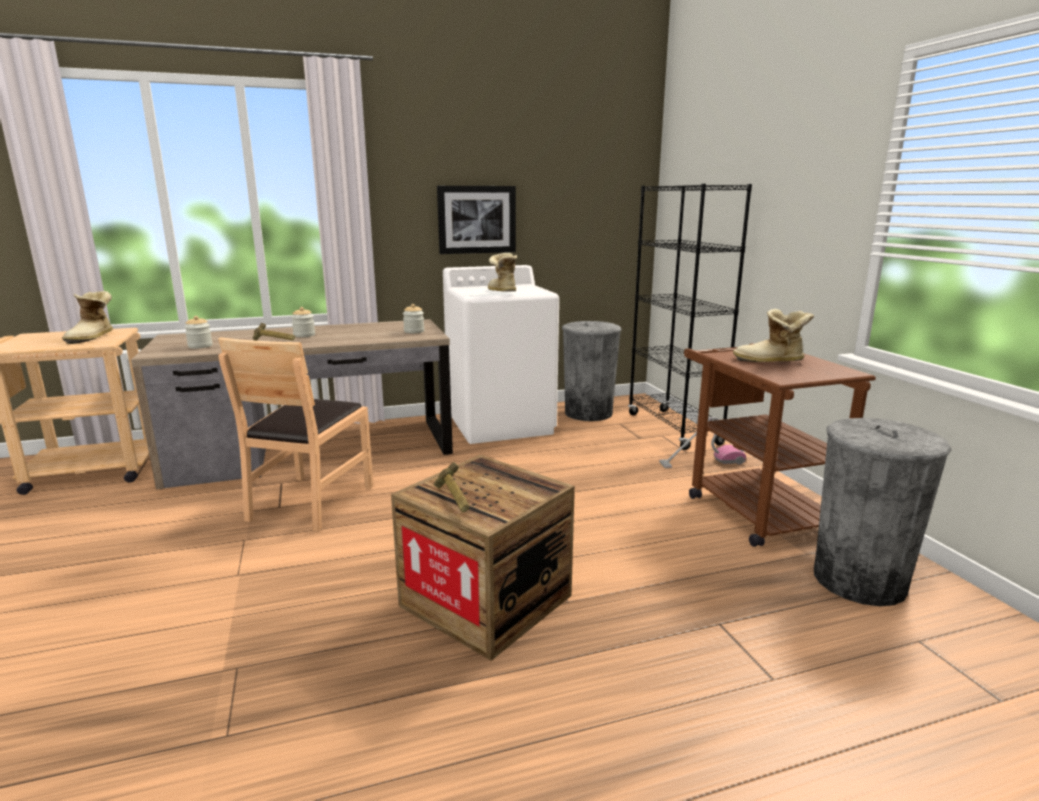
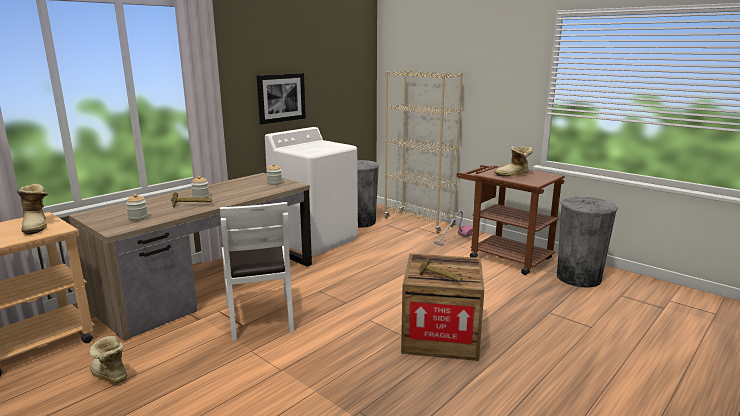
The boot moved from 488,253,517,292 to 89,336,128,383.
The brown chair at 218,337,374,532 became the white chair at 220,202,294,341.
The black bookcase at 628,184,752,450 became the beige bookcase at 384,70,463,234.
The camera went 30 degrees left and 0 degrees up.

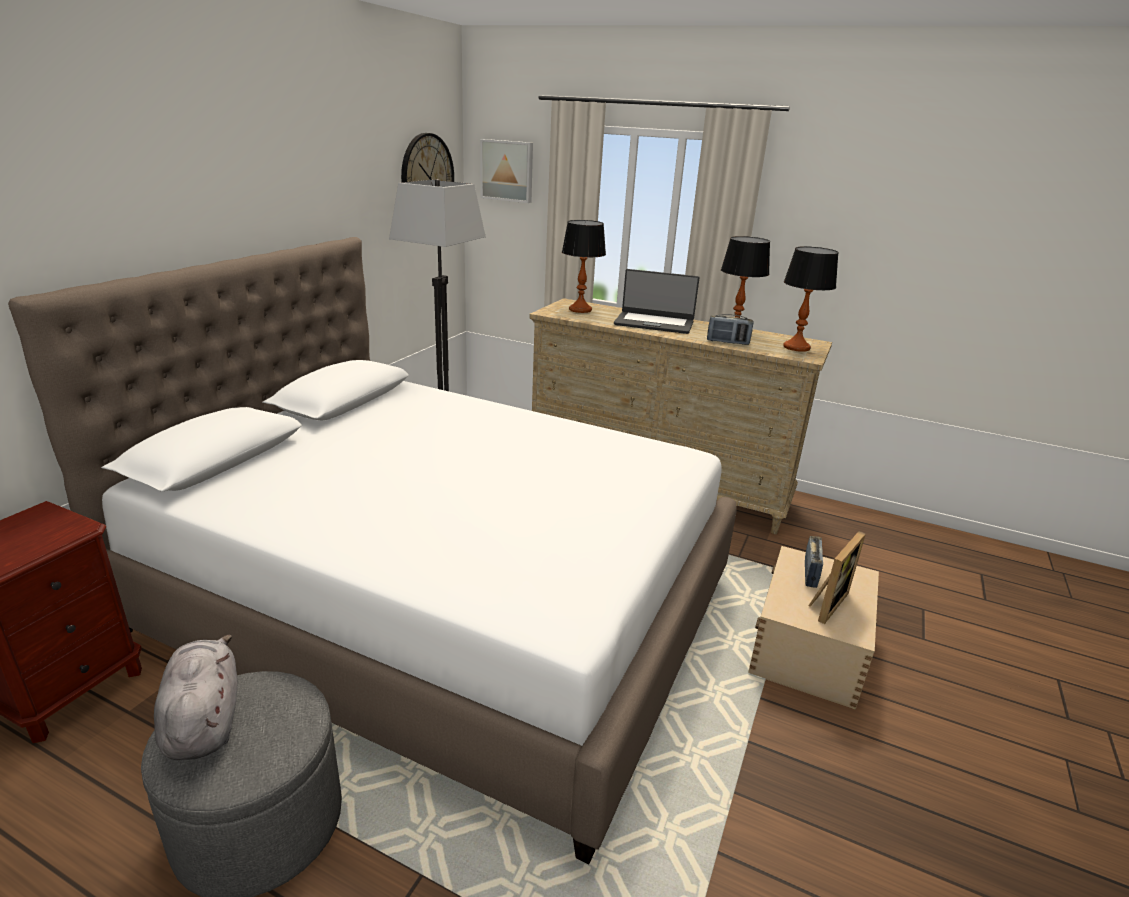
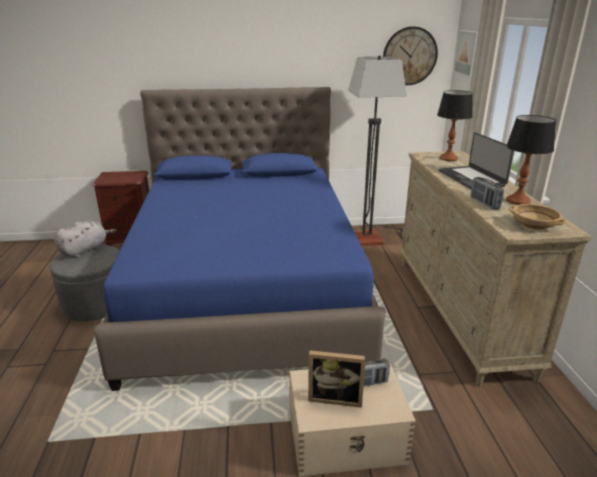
The table lamp at 783,246,839,352 was replaced by the beige bowl at 509,204,566,230.
The white bed at 8,237,737,865 became the blue bed at 94,87,386,391.
The camera went 60 degrees right and 0 degrees up.

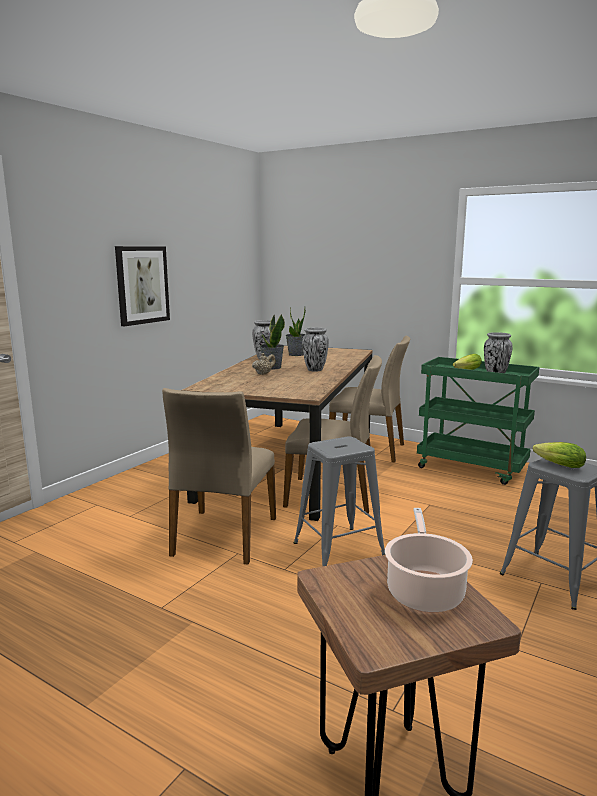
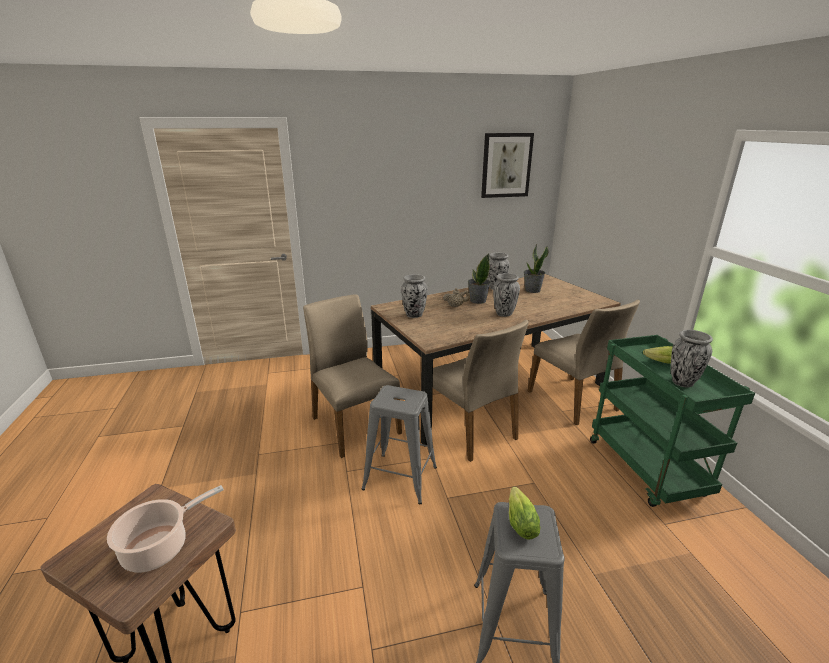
The vase at 401,274,428,318 appeared.
The picture moved from 115,246,170,327 to 481,133,534,198.
The beige chair at 162,388,276,565 turned 90 degrees clockwise.
The camera went 45 degrees right and 10 degrees up.

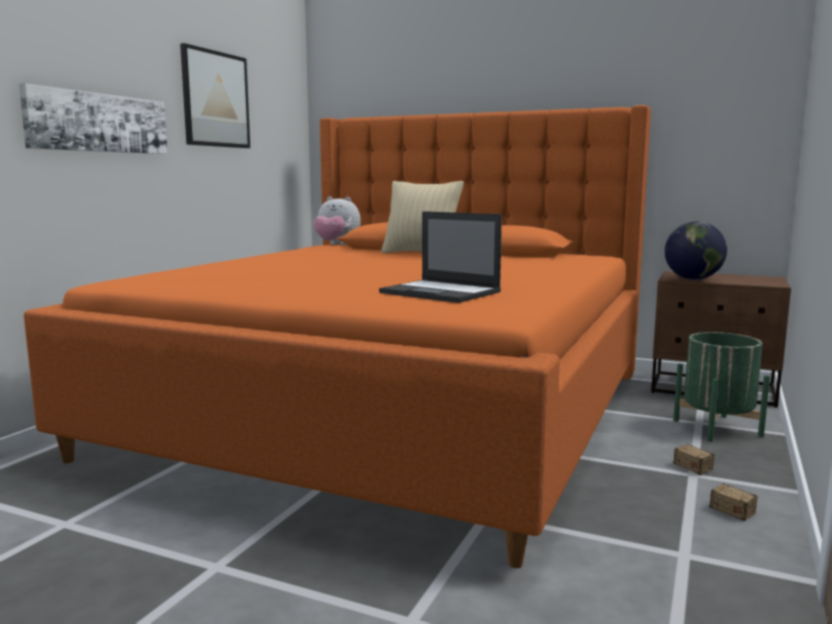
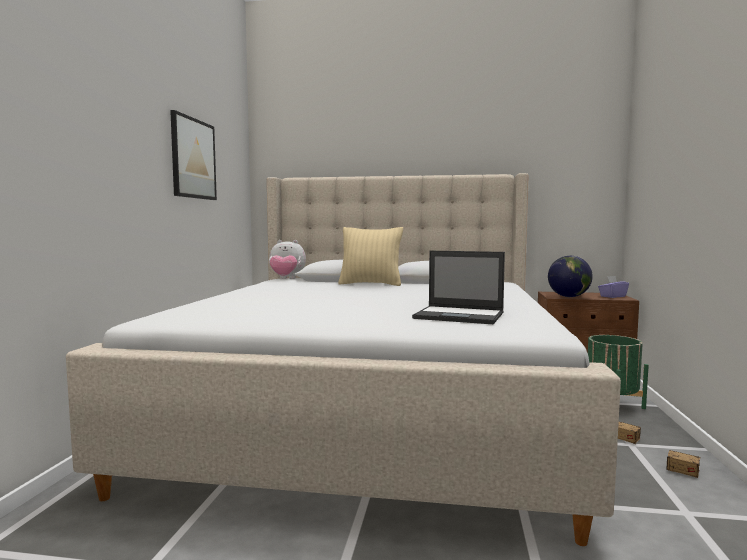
The picture at 19,83,168,154 disappeared.
The purple tissue box at 598,276,629,298 appeared.
The orange bed at 24,105,651,568 became the beige bed at 66,173,621,546.
The camera went 15 degrees left and 5 degrees down.

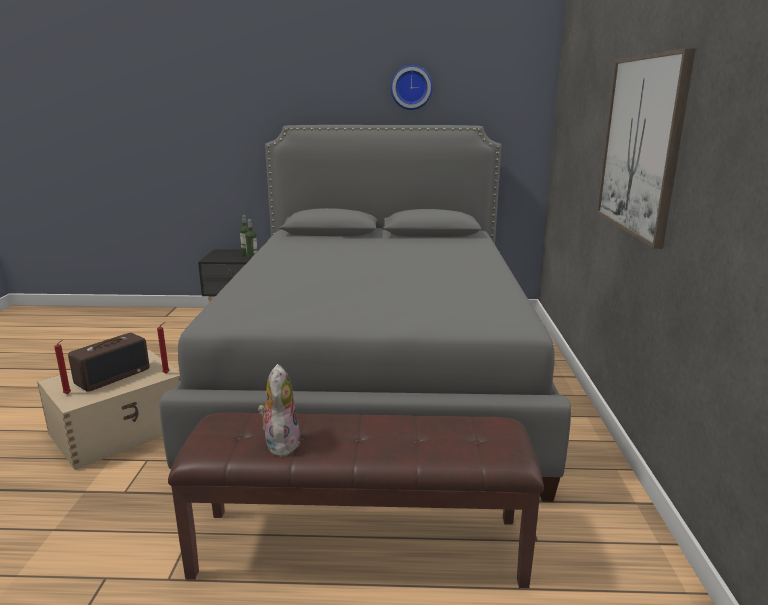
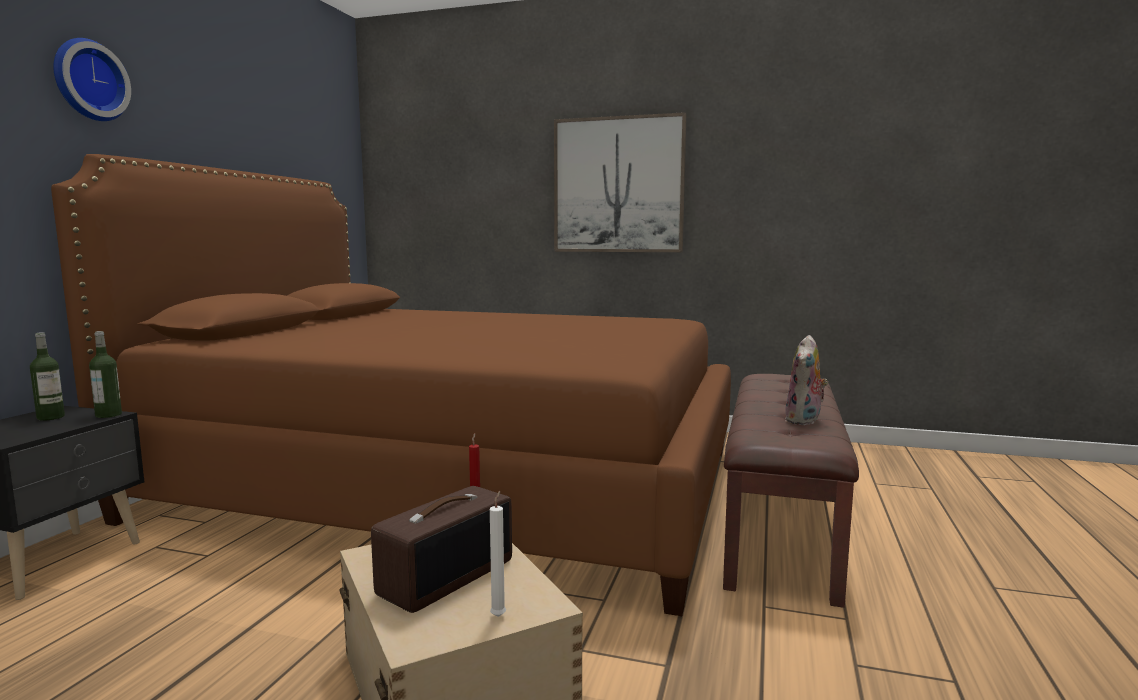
The wall clock moved from 390,65,433,110 to 53,38,131,121.
The red candle at 54,340,71,394 became the white candle at 490,491,506,617.
The grey bed at 159,125,571,502 became the brown bed at 51,154,731,616.
The radio at 68,333,149,392 turned 75 degrees clockwise.
The plush toy at 258,364,300,456 turned 75 degrees counterclockwise.
The camera went 75 degrees left and 10 degrees down.

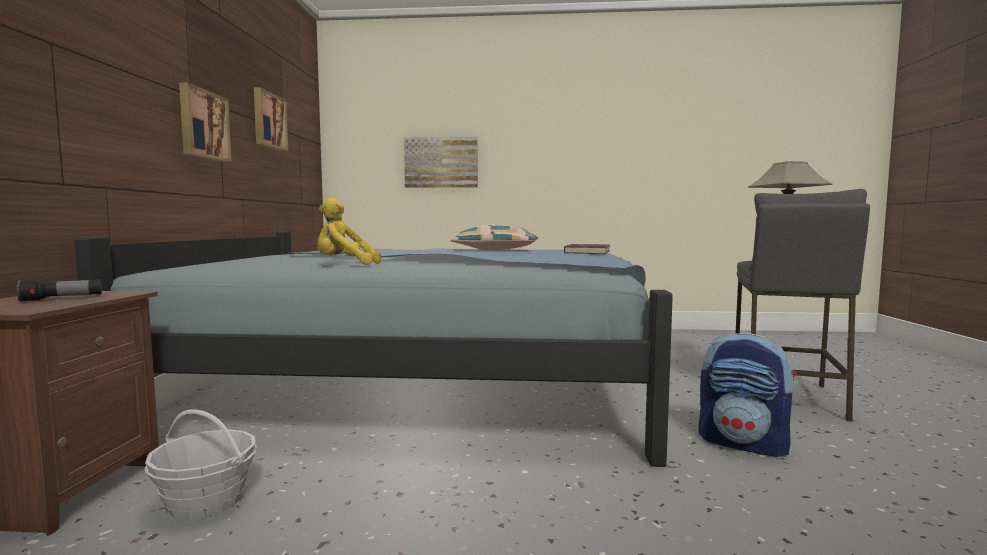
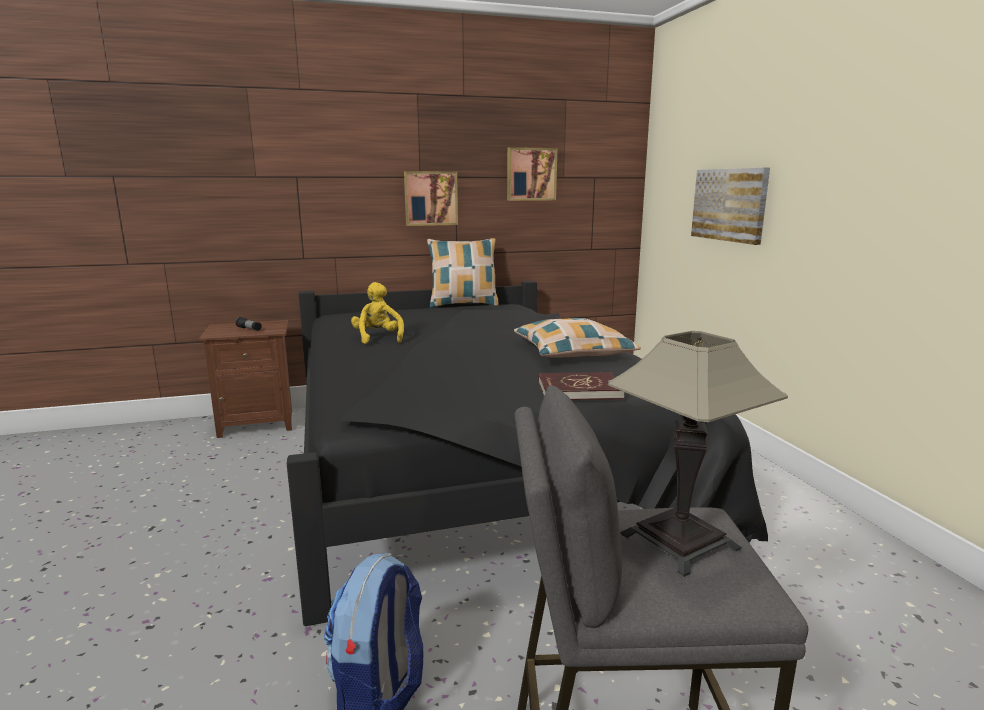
The basket at 145,409,257,520 disappeared.
The pillow at 427,238,498,308 appeared.
The blue bed at 74,231,673,467 became the black bed at 287,281,768,626.
The camera went 70 degrees right and 10 degrees up.

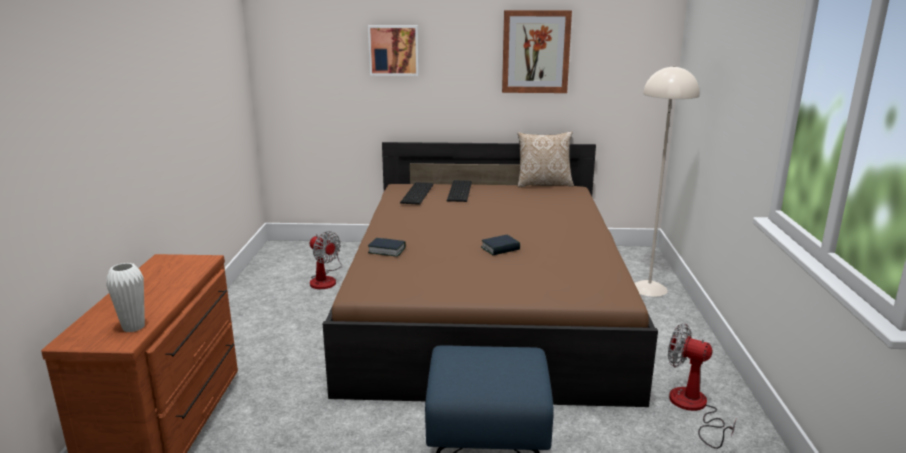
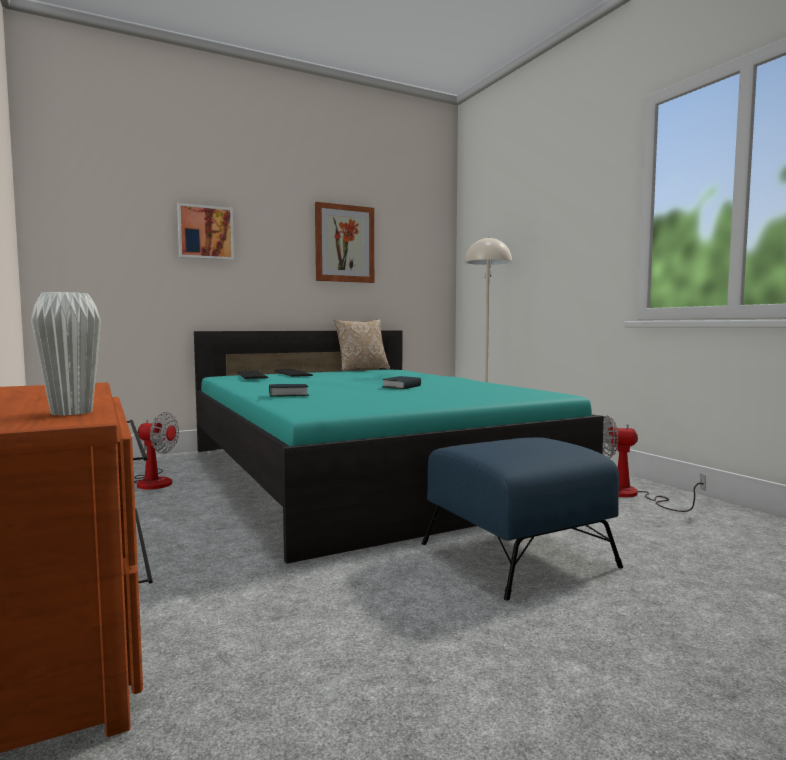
The brown bed at 323,142,658,407 became the turquoise bed at 194,330,604,564.
The camera went 30 degrees left and 15 degrees down.

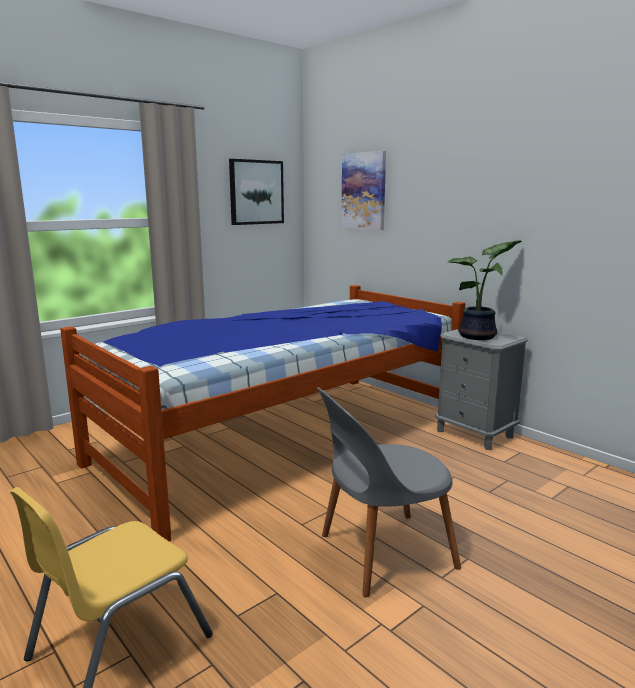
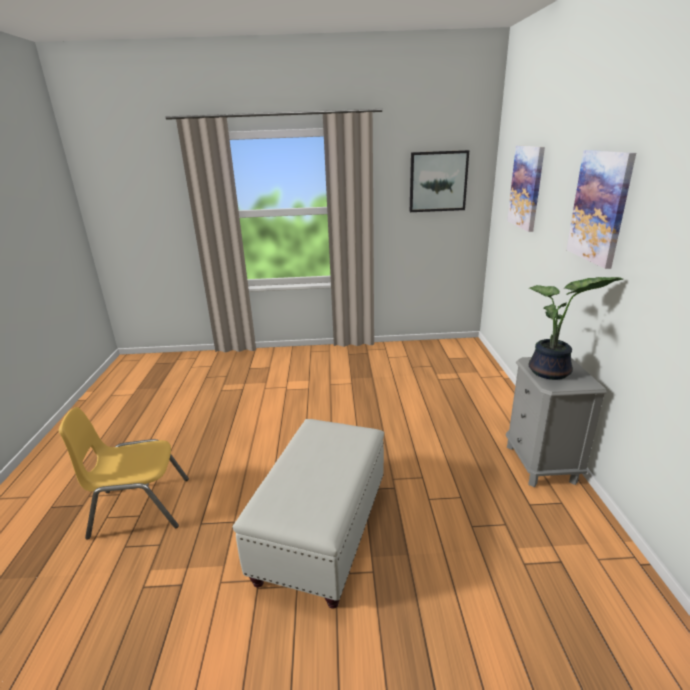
The bed at 60,285,465,542 disappeared.
The picture at 566,150,636,269 appeared.
The grey chair at 317,387,461,597 was replaced by the white ottoman at 232,419,384,609.
The camera went 40 degrees right and 10 degrees up.

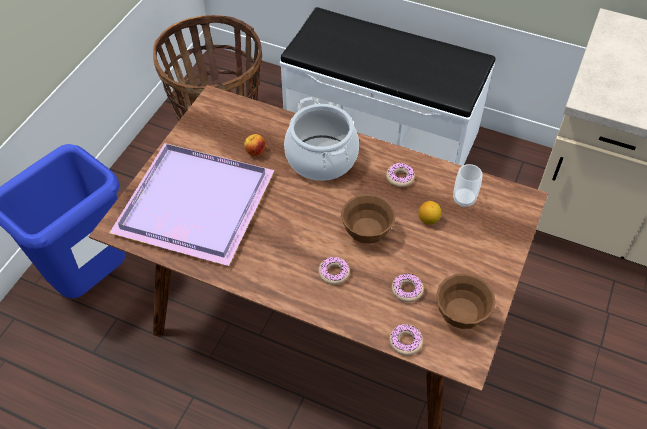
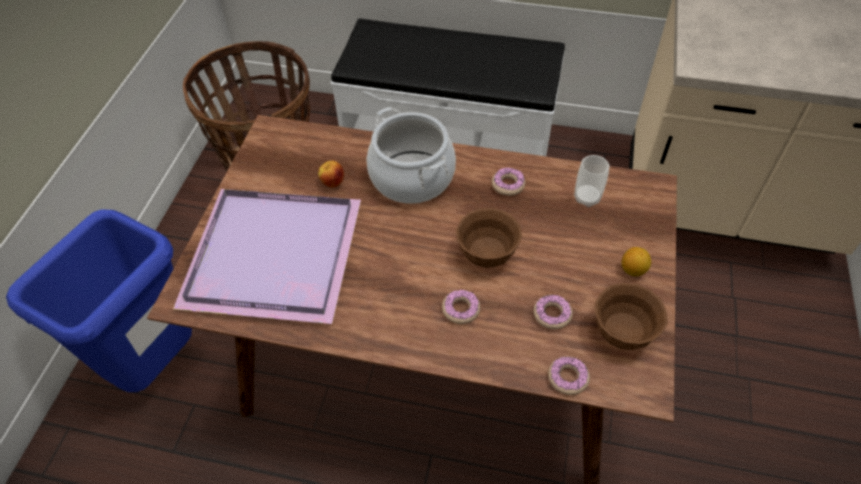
The lemon moved from 418,201,441,225 to 622,247,651,276.
The camera went 10 degrees left and 0 degrees up.

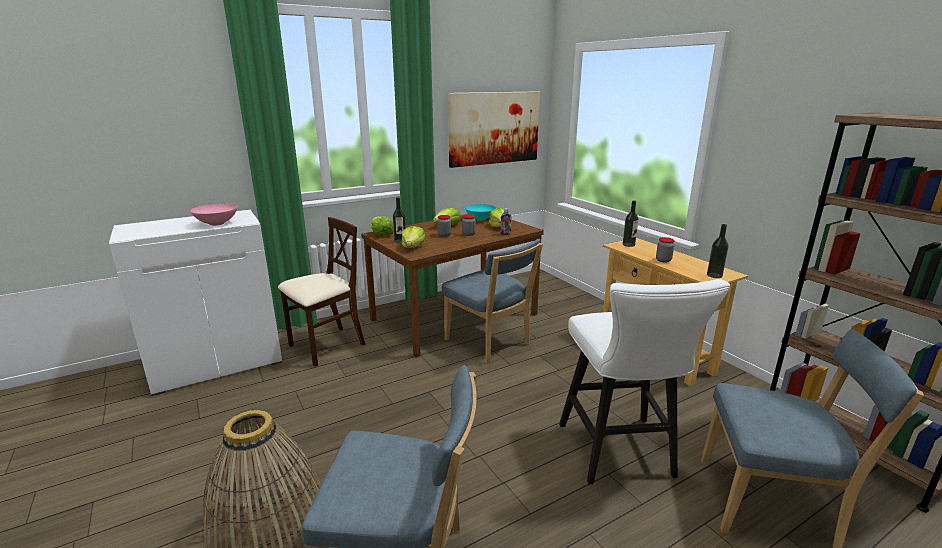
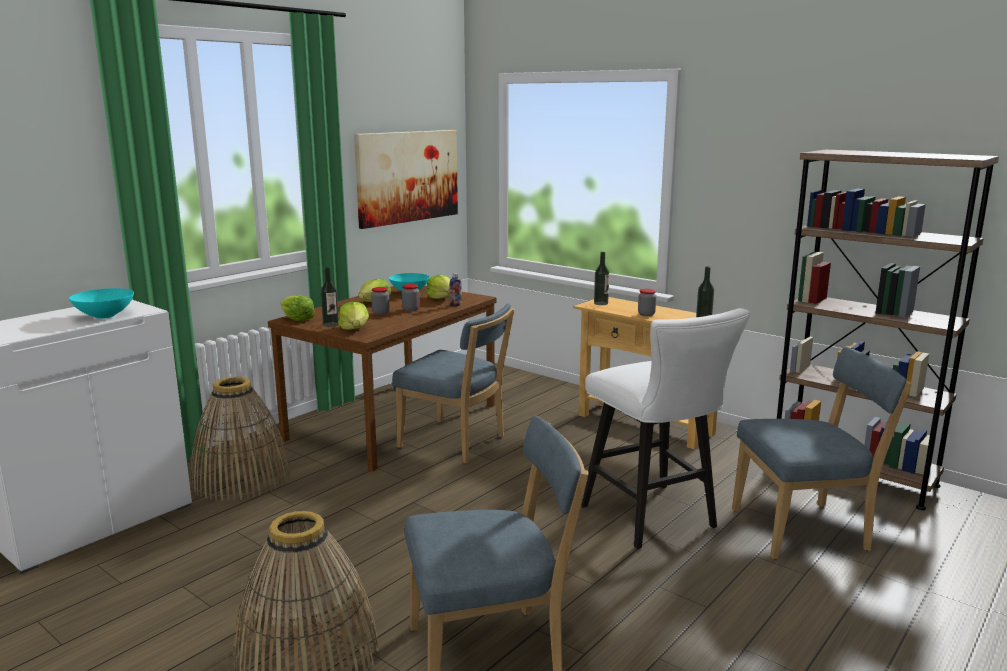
The beige chair at 278,217,366,367 was replaced by the basket at 190,377,291,501.
The pink bowl at 190,203,238,226 became the turquoise bowl at 69,288,134,319.
The camera went 20 degrees left and 5 degrees down.

